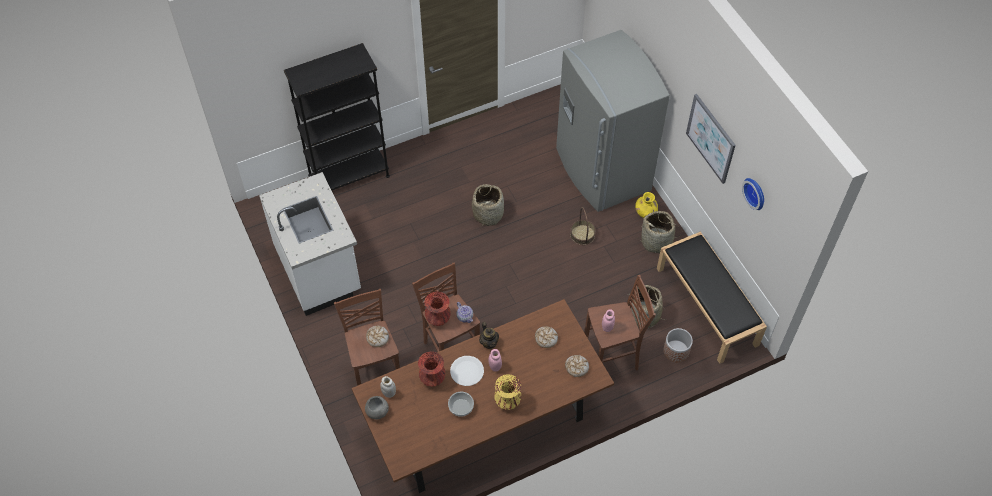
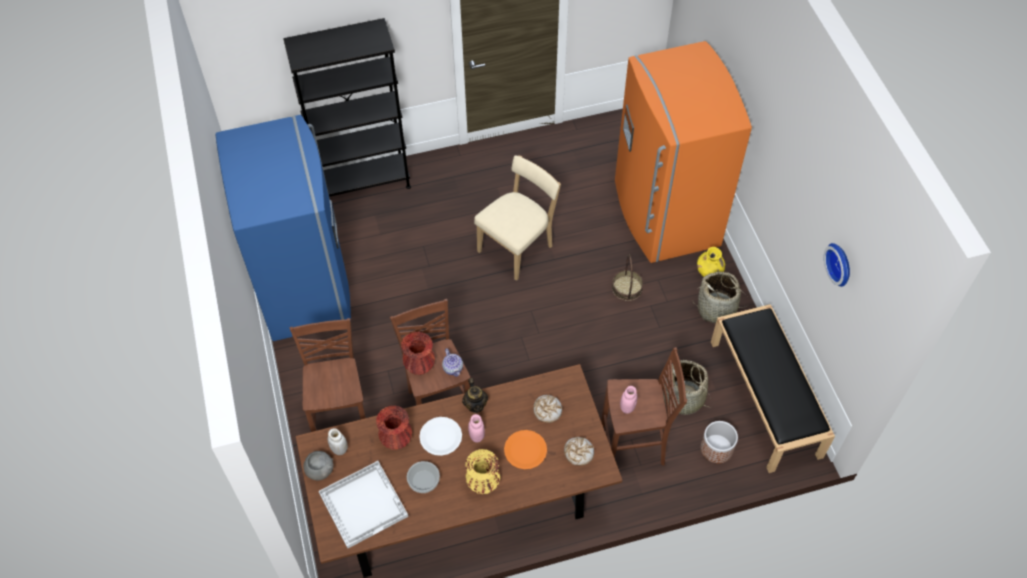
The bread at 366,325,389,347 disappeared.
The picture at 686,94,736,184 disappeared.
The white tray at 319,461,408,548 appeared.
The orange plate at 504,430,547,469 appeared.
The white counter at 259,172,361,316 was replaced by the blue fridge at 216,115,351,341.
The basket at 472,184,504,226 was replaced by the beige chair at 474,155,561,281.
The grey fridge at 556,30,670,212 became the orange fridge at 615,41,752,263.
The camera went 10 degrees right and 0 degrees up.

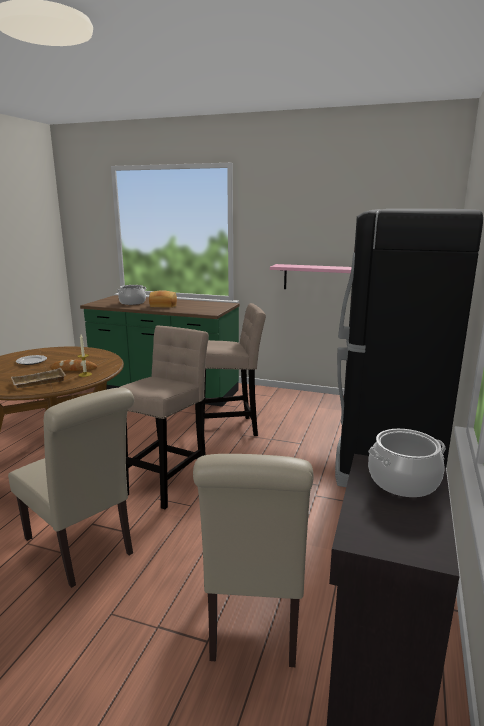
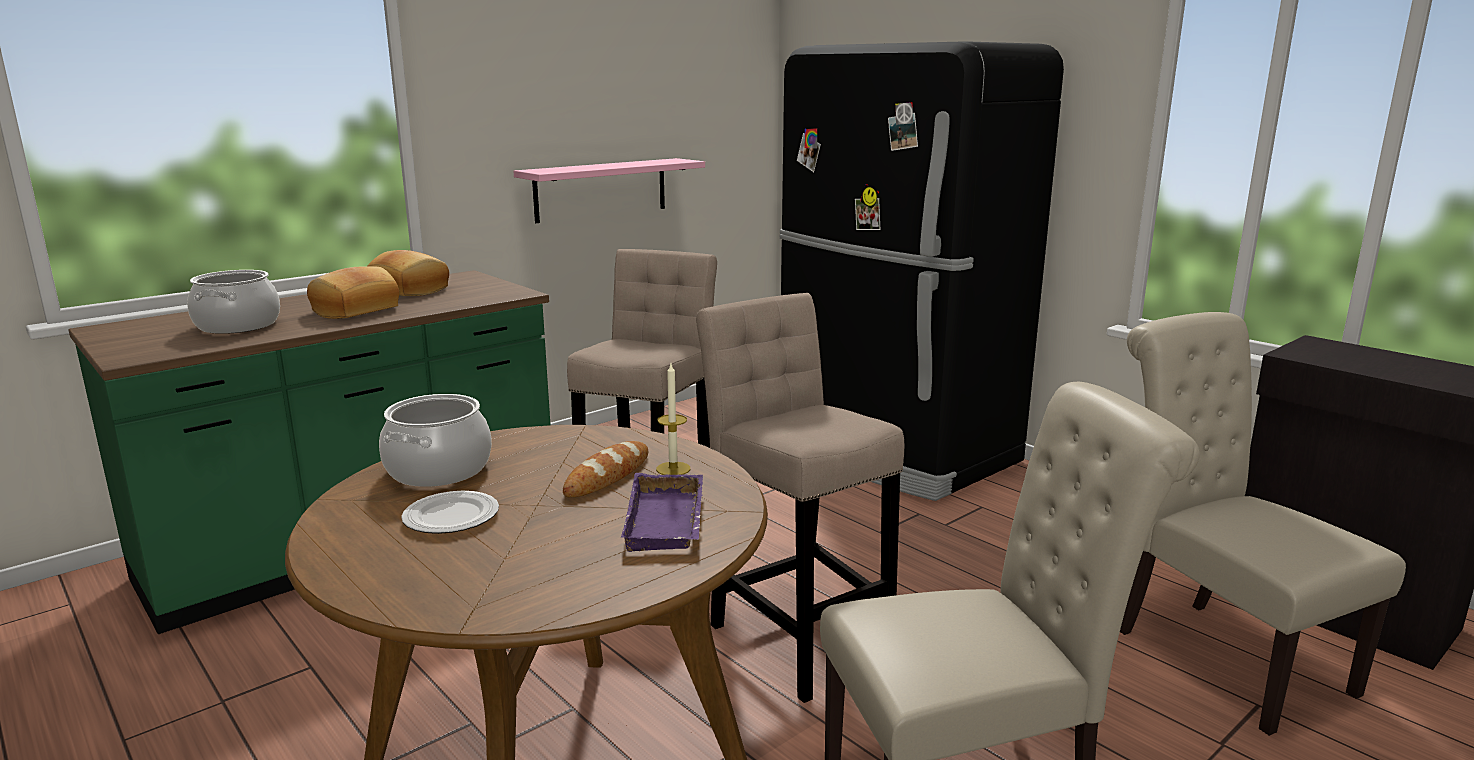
The bread at 368,250,449,296 appeared.
The cooking pot moved from 368,429,446,497 to 379,394,492,487.
The beige tray at 11,368,65,388 became the purple tray at 621,473,703,552.
The beige chair at 193,454,313,667 turned 150 degrees counterclockwise.
The camera went 60 degrees left and 0 degrees up.

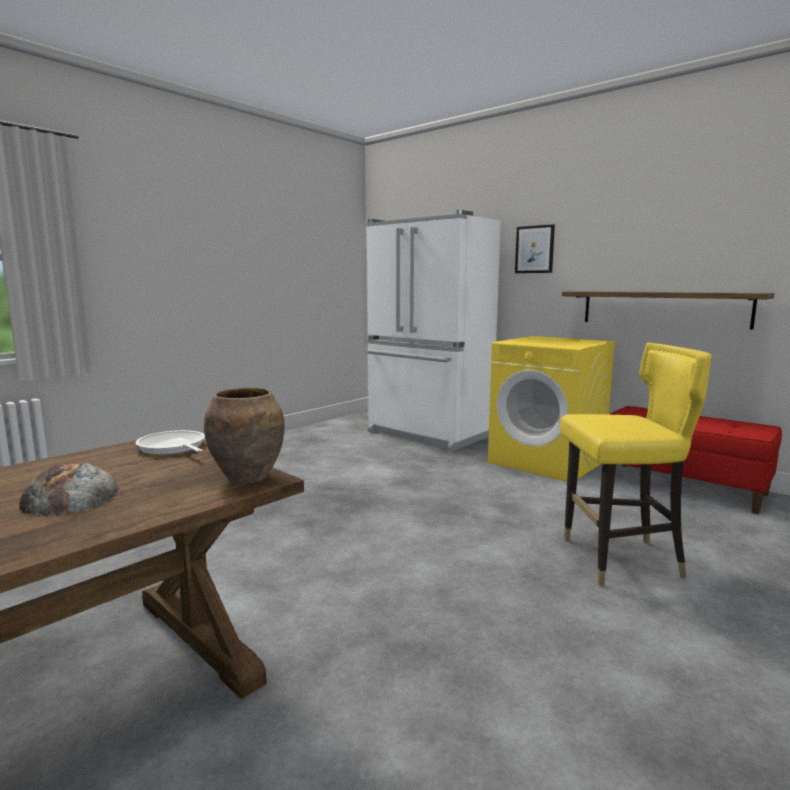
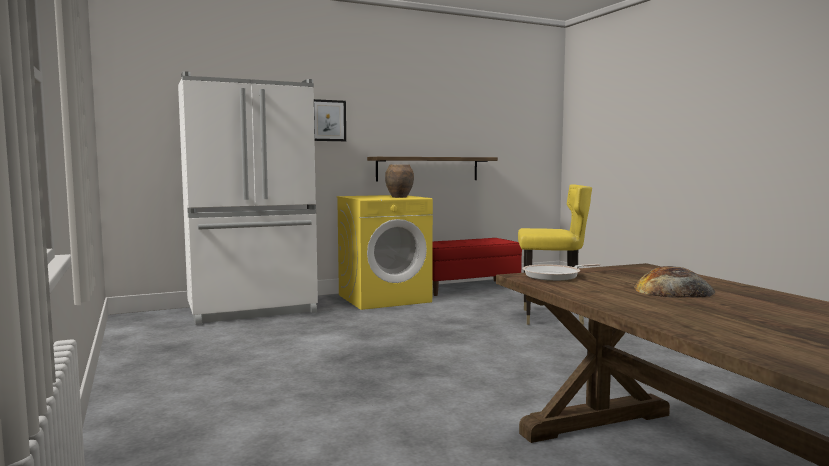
The brown vase moved from 204,387,285,484 to 385,164,414,198.
The yellow chair at 560,343,712,586 turned 75 degrees clockwise.
The camera went 65 degrees left and 5 degrees down.

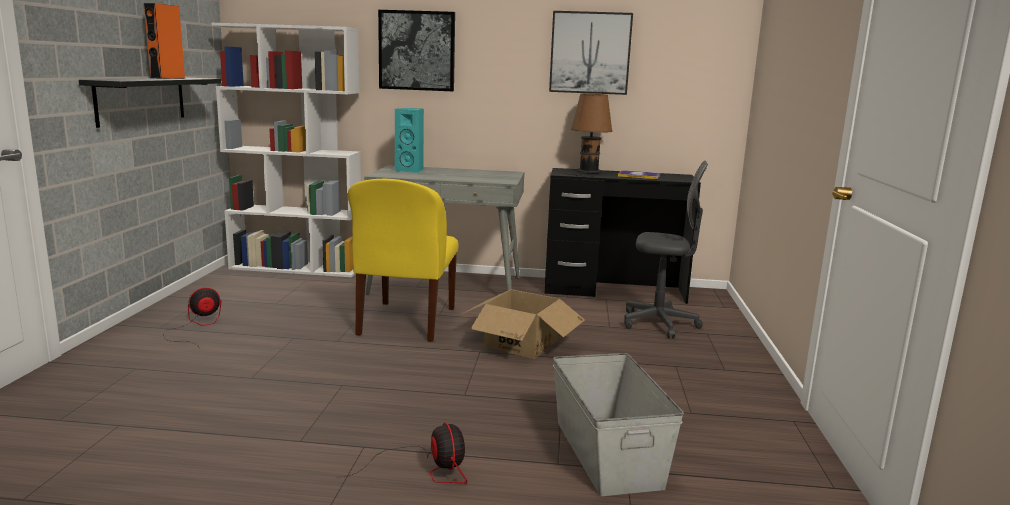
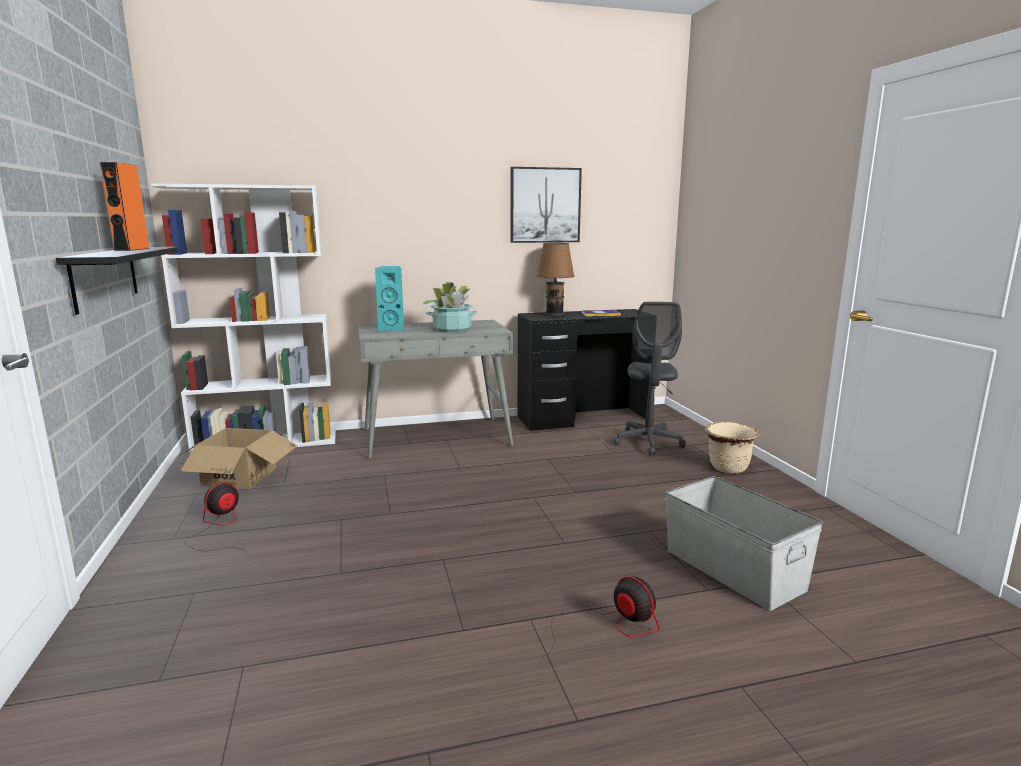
The yellow chair at 348,179,459,342 disappeared.
The picture at 378,10,455,91 disappeared.
The potted plant at 421,282,478,332 appeared.
The beige planter at 705,422,759,474 appeared.
The cardboard box moved from 461,289,585,359 to 172,428,298,489.
The grey office chair at 624,161,708,338 turned 105 degrees clockwise.
The camera went 20 degrees left and 0 degrees up.

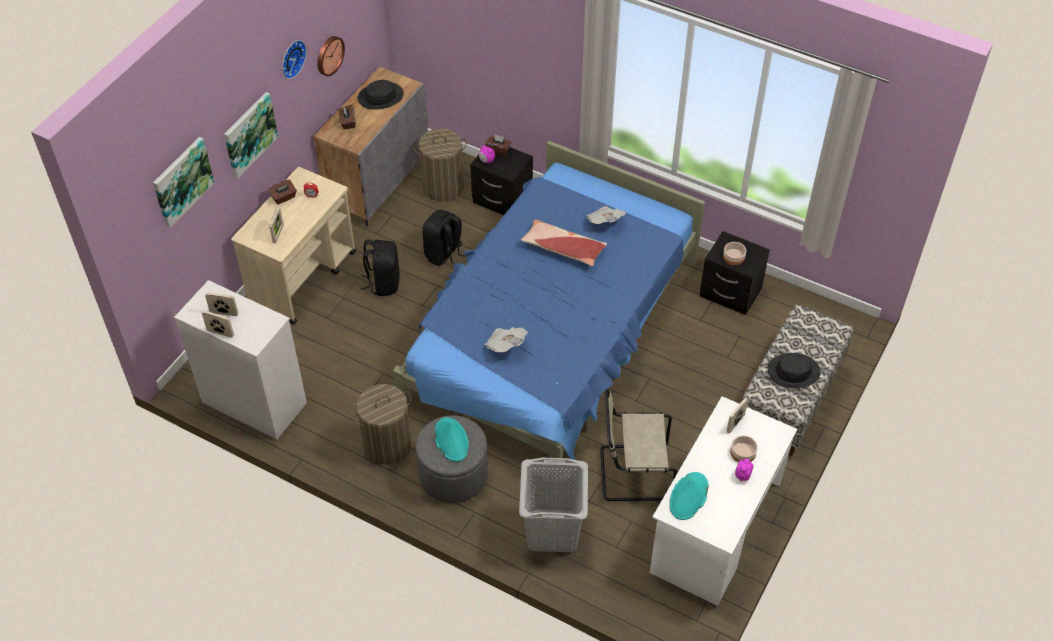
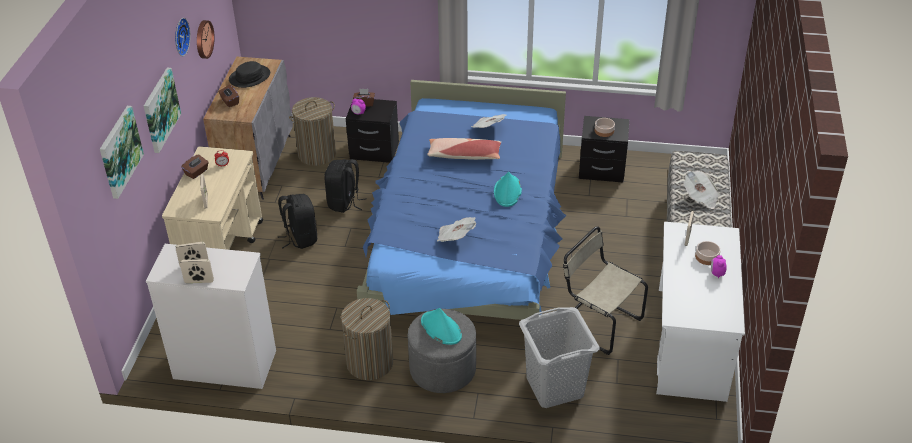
The turquoise hat moved from 670,472,709,520 to 494,172,522,207.
The black hat at 767,353,820,388 was replaced by the newspaper at 684,171,720,209.
The beige chair at 600,389,677,501 turned 60 degrees clockwise.
The camera went 20 degrees left and 10 degrees down.

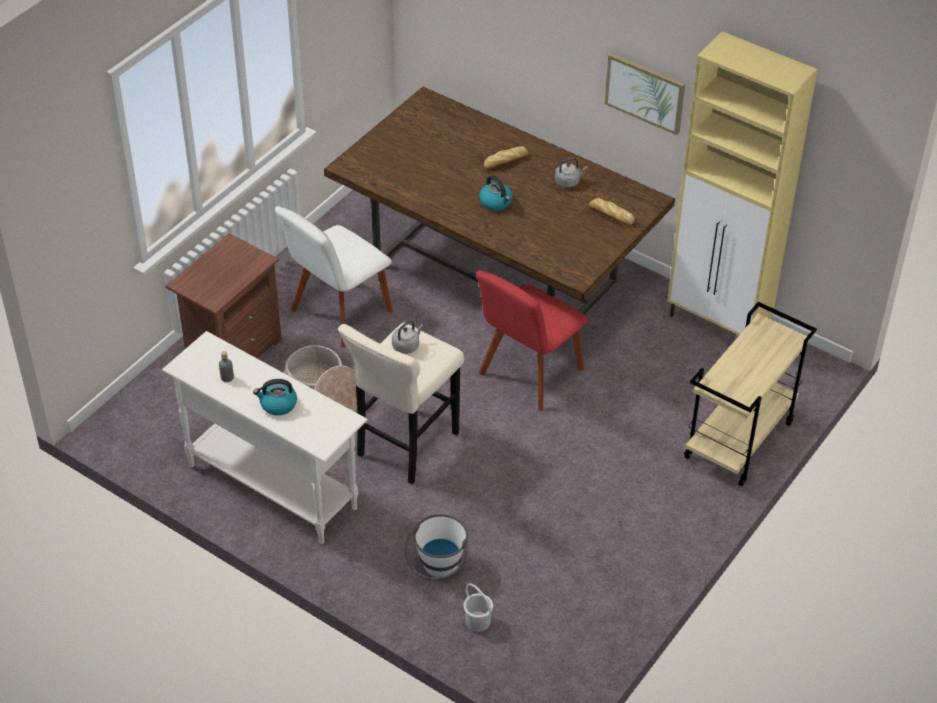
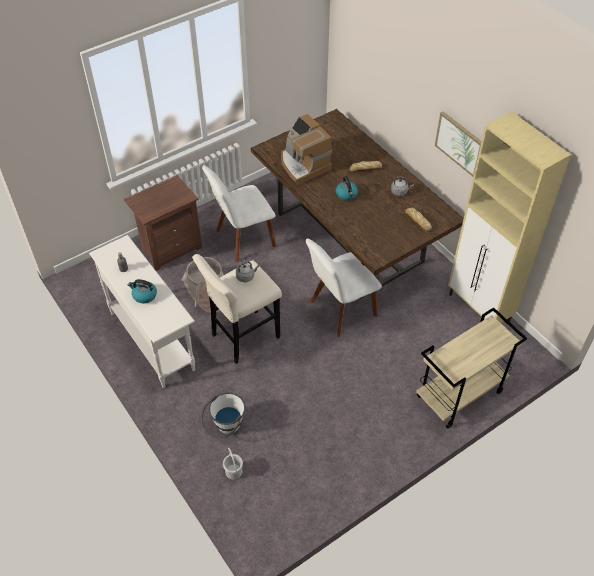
The coffee machine at 281,114,332,185 appeared.
The red chair at 476,270,588,410 became the white chair at 306,238,382,337.
The camera went 20 degrees right and 5 degrees up.

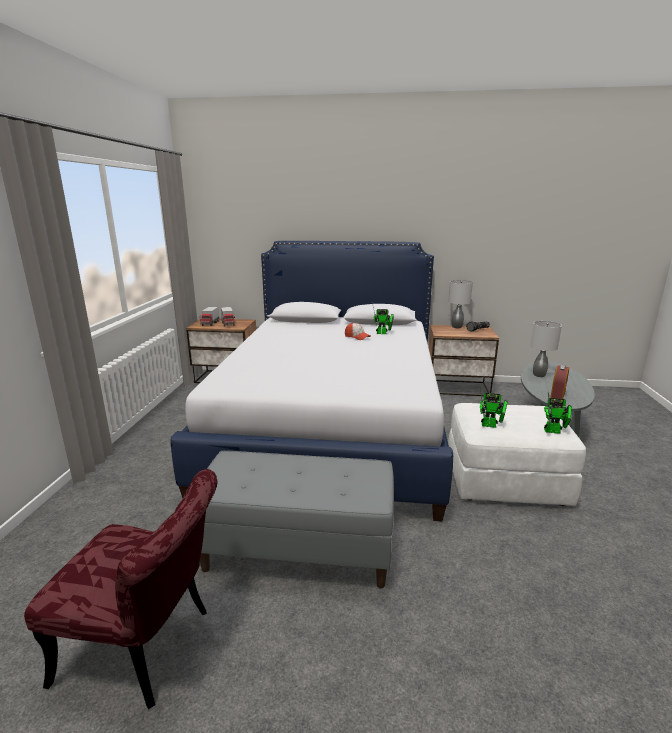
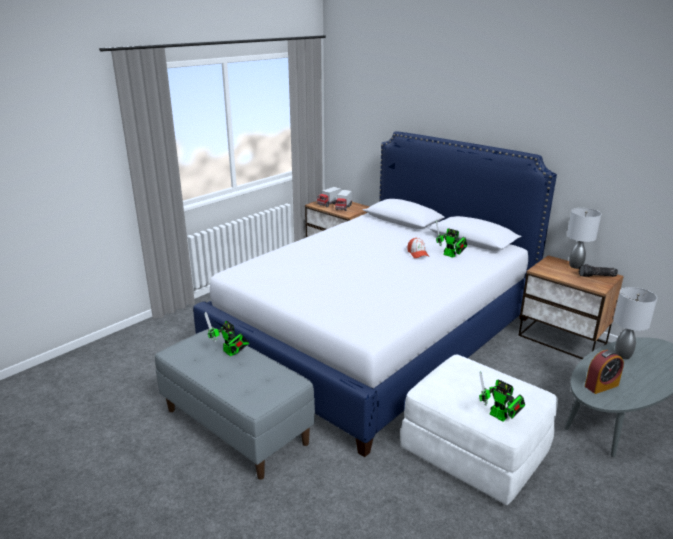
The red chair at 24,469,218,709 disappeared.
The toy robot moved from 480,387,508,428 to 204,312,249,356.
The camera went 35 degrees right and 5 degrees up.

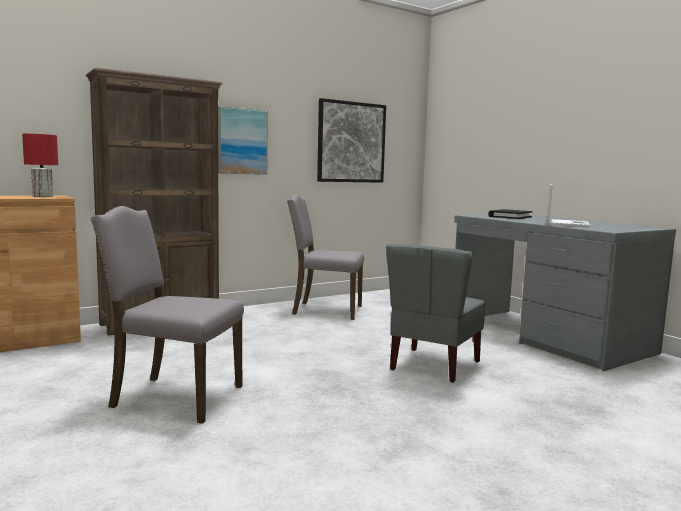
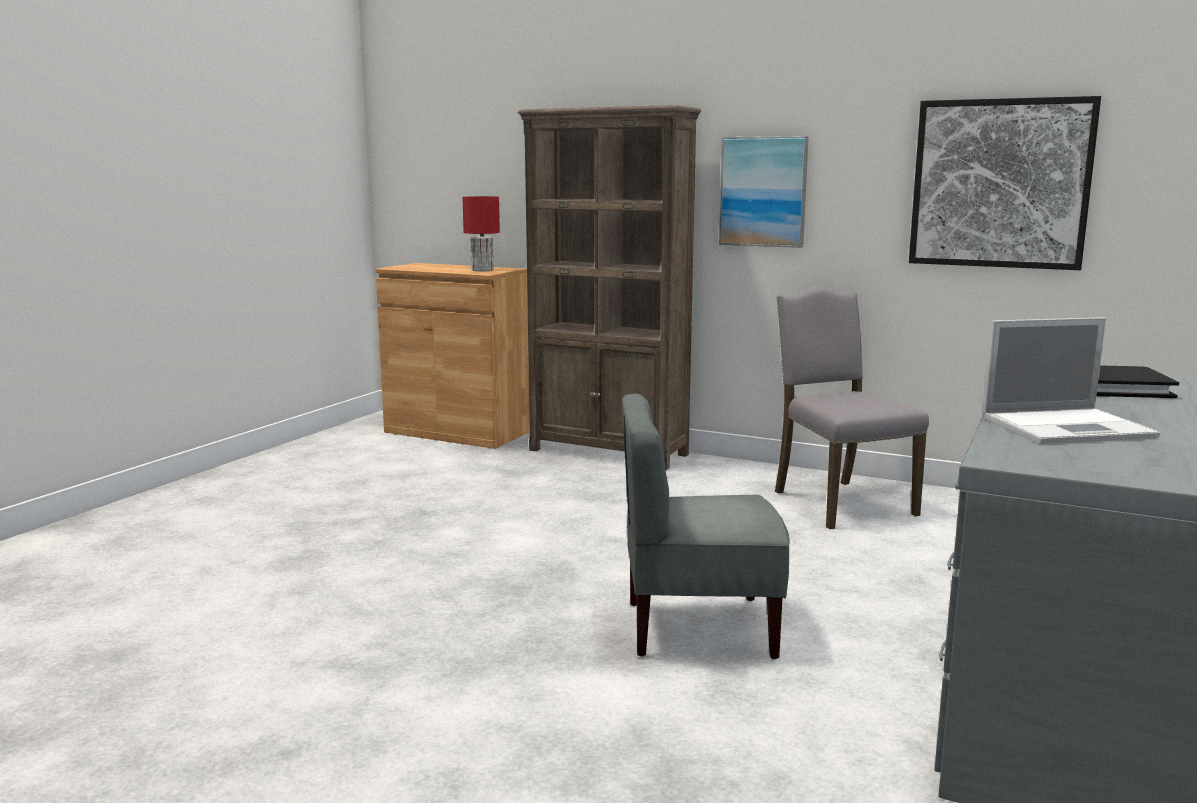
The grey chair at 91,206,244,424 disappeared.
The camera went 60 degrees right and 5 degrees up.

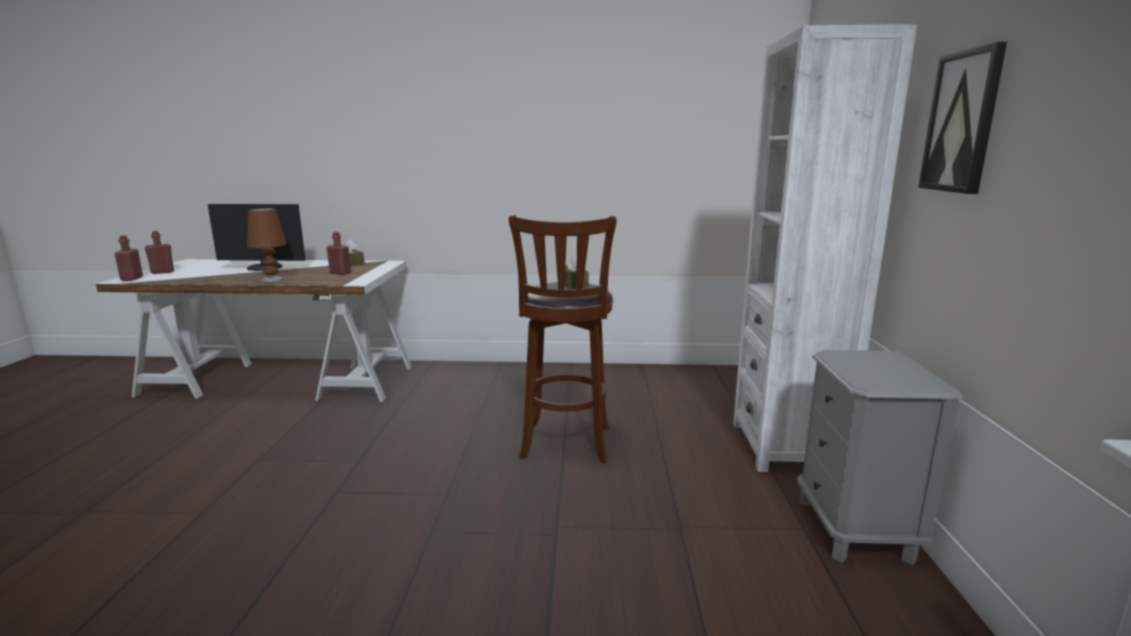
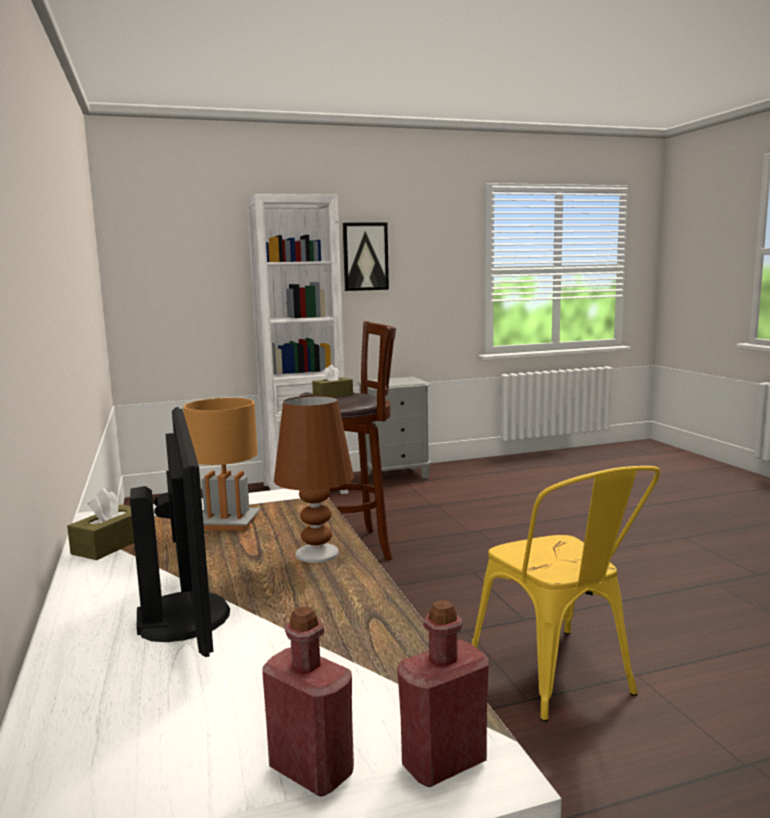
The yellow chair at 472,466,660,722 appeared.
The red bottle at 327,232,351,275 was replaced by the brown table lamp at 183,398,260,531.
The camera went 110 degrees left and 5 degrees down.

